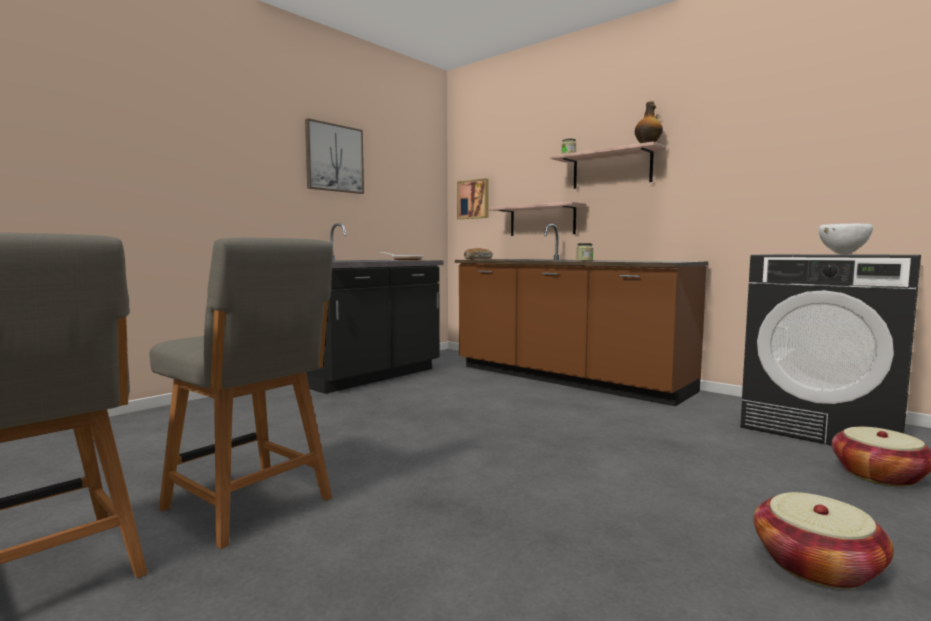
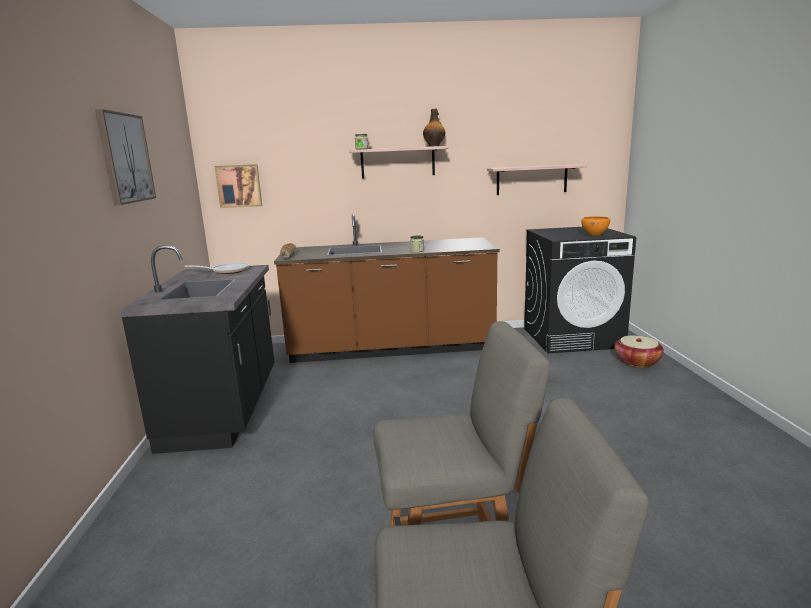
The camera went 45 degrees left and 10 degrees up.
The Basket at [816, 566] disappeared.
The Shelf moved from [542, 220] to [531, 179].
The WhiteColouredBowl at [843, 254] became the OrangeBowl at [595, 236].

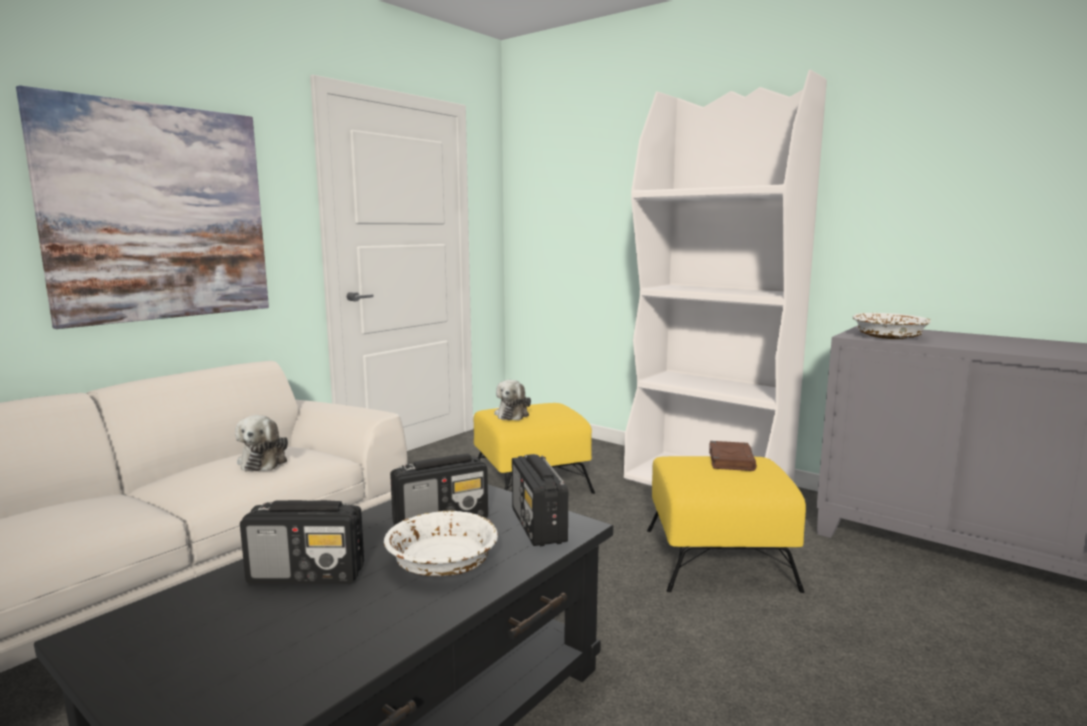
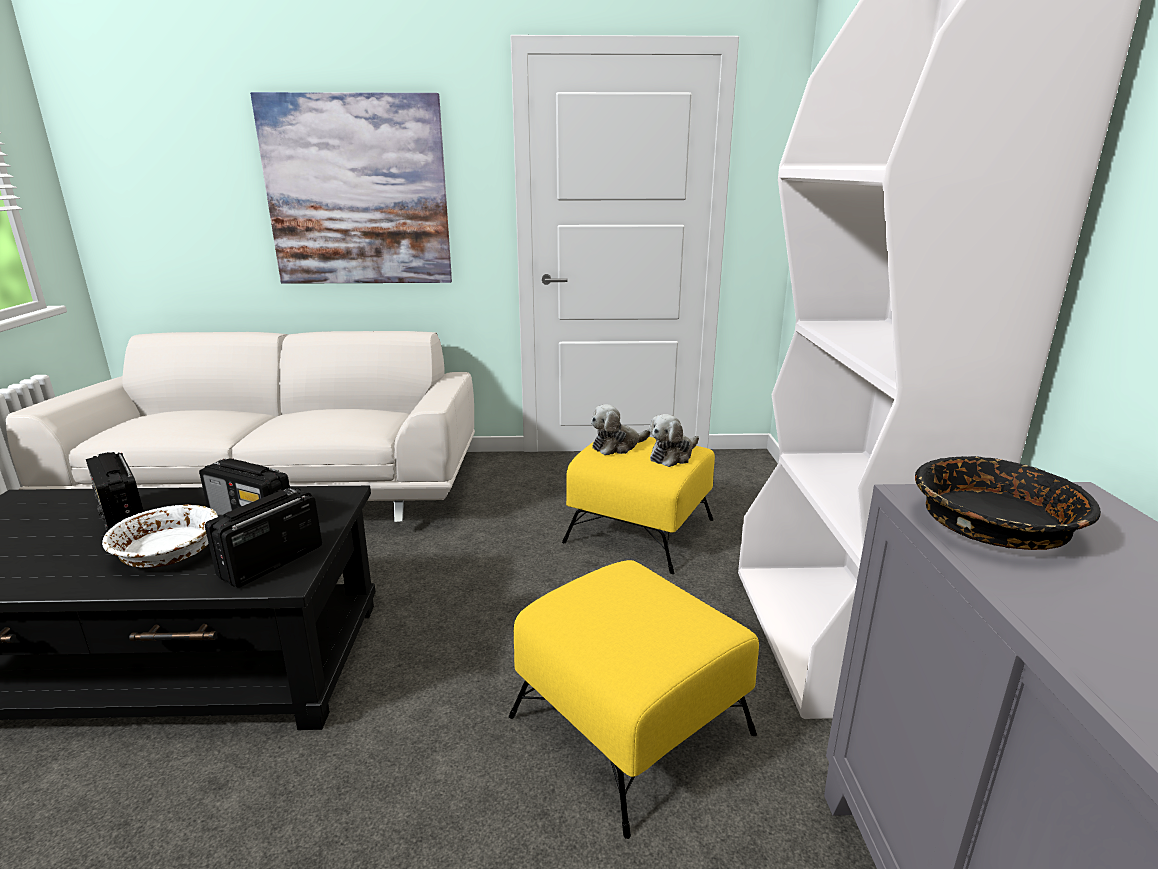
The camera went 50 degrees right and 10 degrees up.
The BrownColouredBook at [730, 460] disappeared.
The PlushToy moved from [264, 461] to [673, 456].
The WhiteColouredBowl at [888, 336] became the BlackColouredBowl at [992, 526].

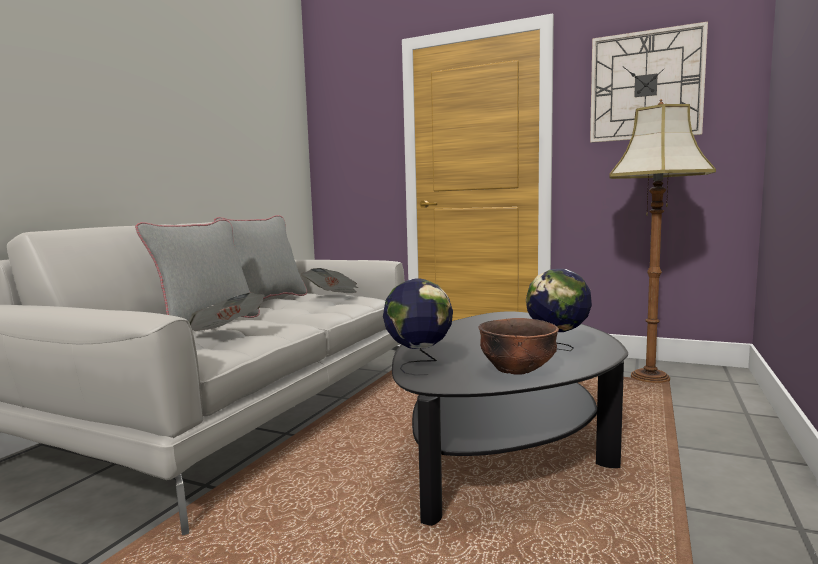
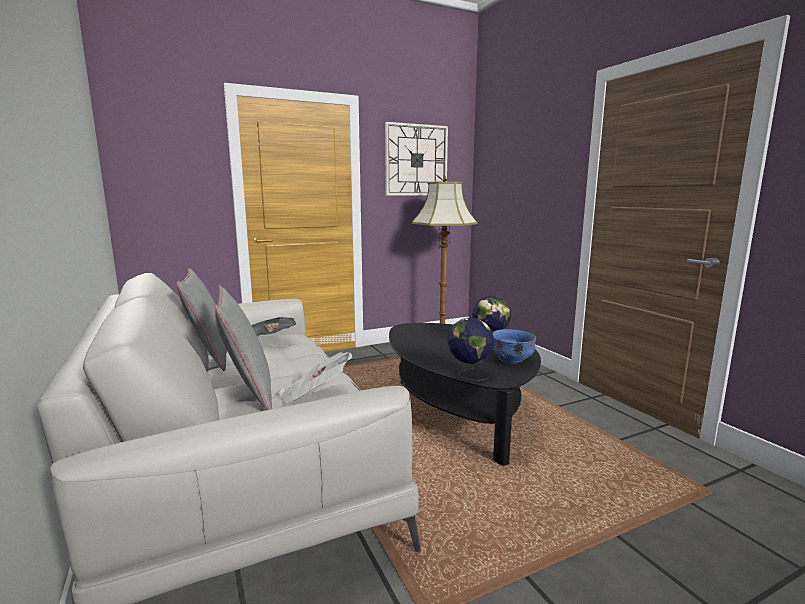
The camera went 50 degrees left and 5 degrees up.
The BrownColouredBowl at [517, 370] became the BlueBowl at [511, 360].

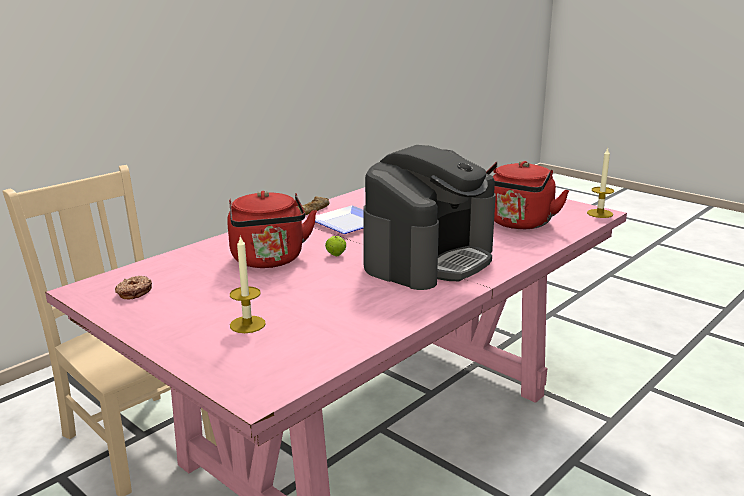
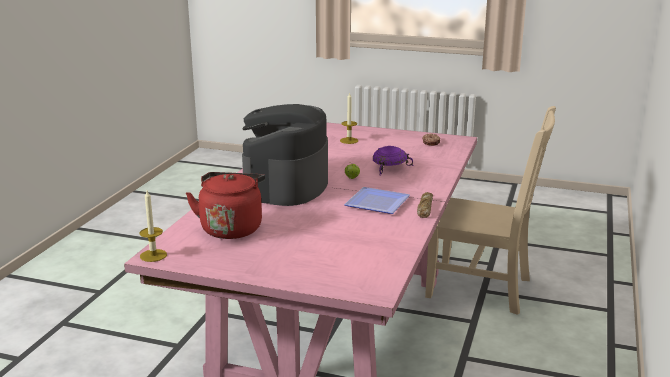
The camera went 155 degrees right and 0 degrees up.
The ReddishWaterKettle at [269, 260] was replaced by the PurpleBowl at [389, 168].

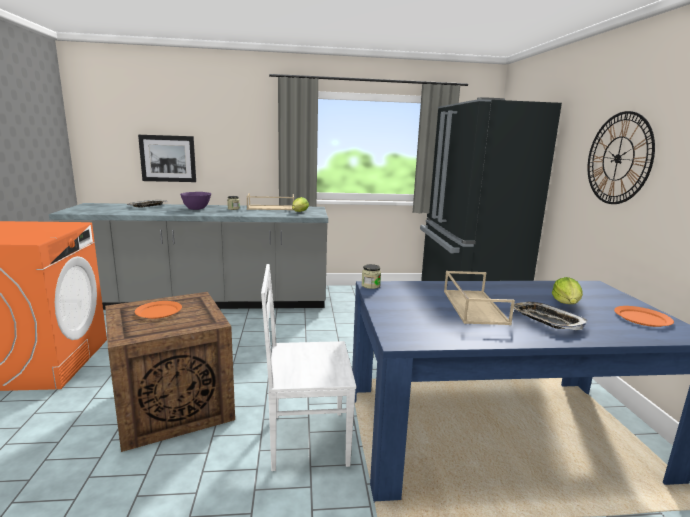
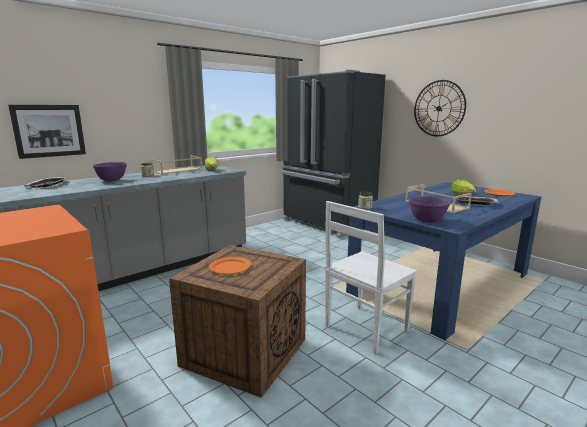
The camera went 35 degrees left and 0 degrees up.
The PurpleBowl at [427, 220] appeared.

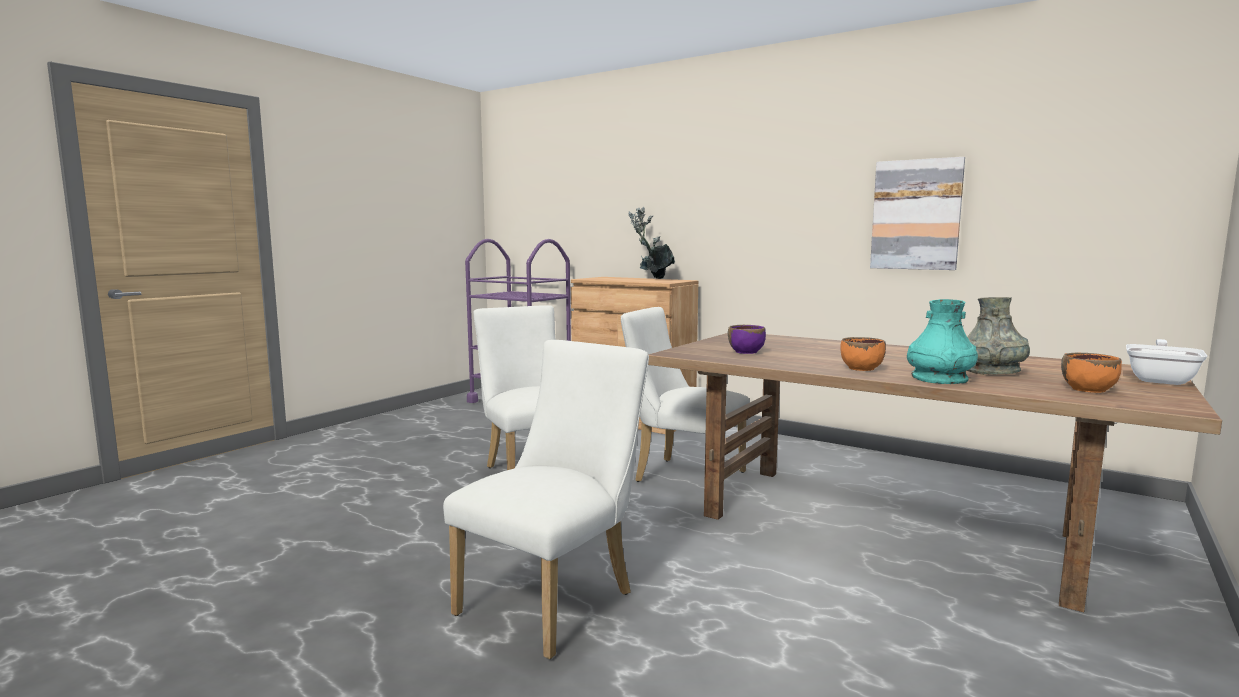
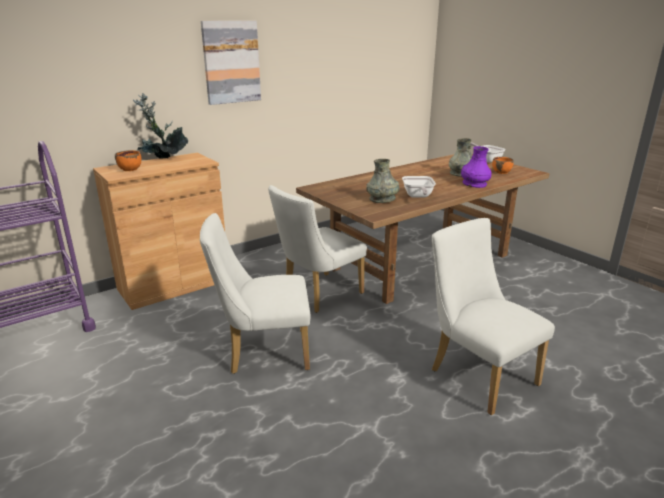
The camera went 70 degrees left and 15 degrees up.
The FryingPan at [417, 196] appeared.
The OrangeBowl moved from [861, 368] to [130, 169].
The Picture moved from [916, 215] to [231, 62].
The PurpleBowl at [746, 352] was replaced by the GreyFlowerVase at [382, 199].
The BlueGreenFlowerVase at [939, 378] became the PurpleFlowerVase at [474, 184].

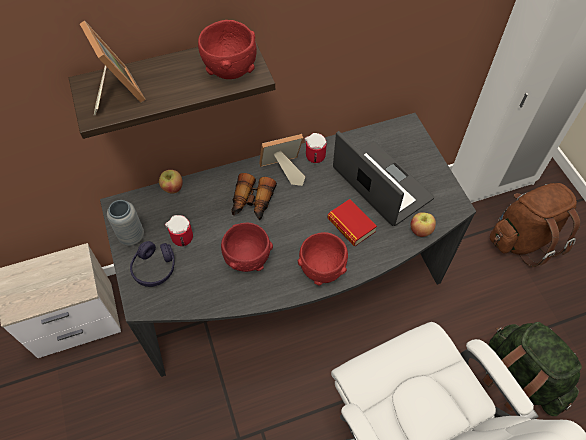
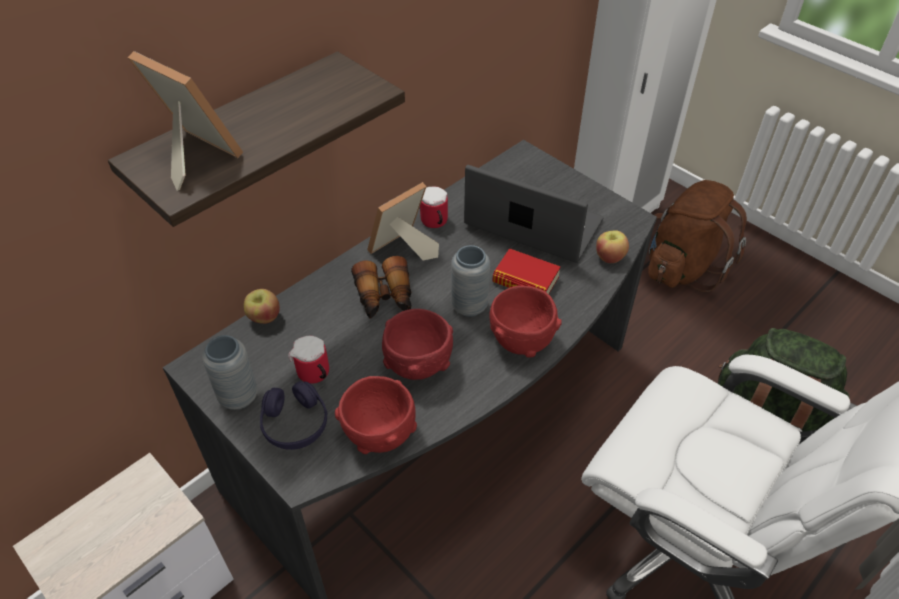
The camera went 25 degrees left and 10 degrees down.
The GreyFlowerVase at [469, 306] appeared.
The ReddishBowl moved from [230, 69] to [380, 434].

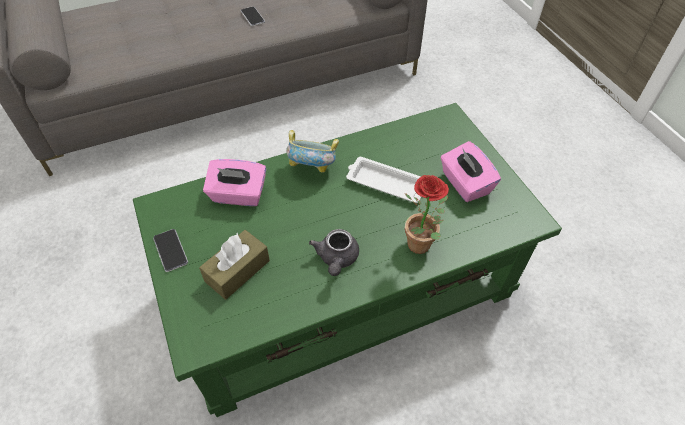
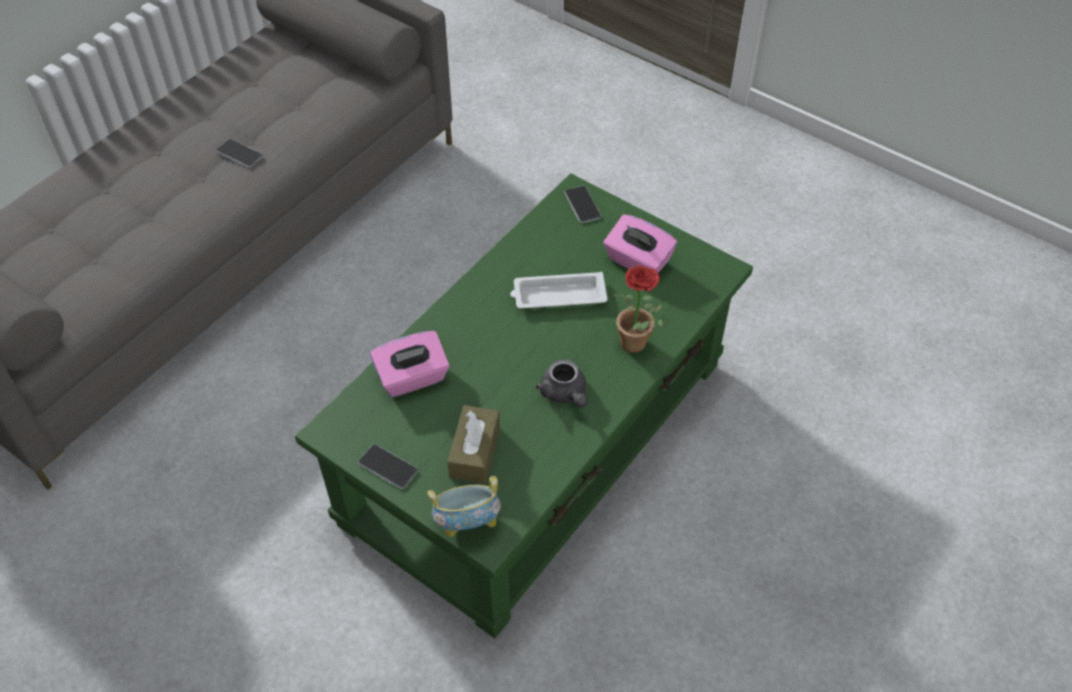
The camera went 30 degrees left and 0 degrees up.
The Handset at [582, 205] appeared.
The Bowl moved from [312, 168] to [467, 522].

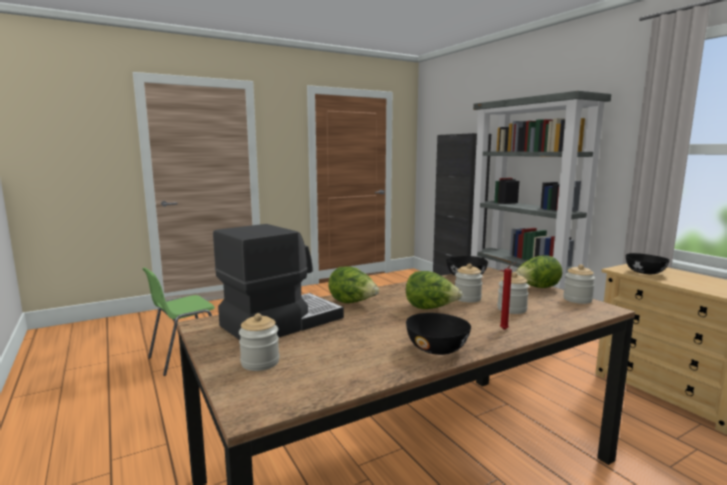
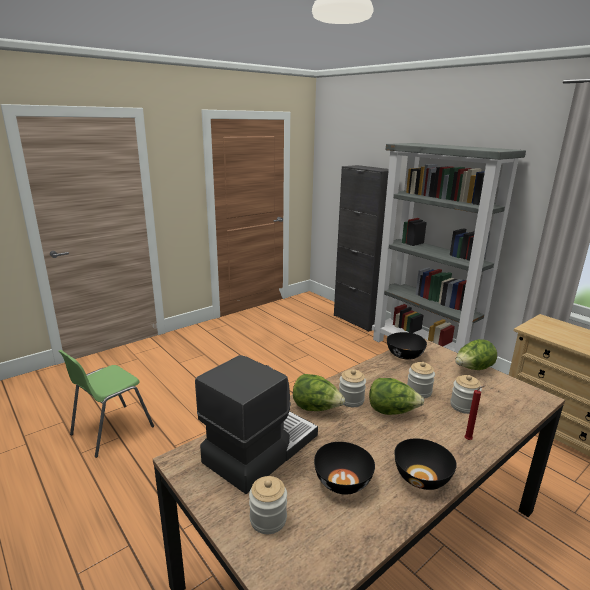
The camera went 10 degrees left and 10 degrees up.
The Jar moved from [577, 299] to [351, 400].
The BlackColouredBowl moved from [644, 272] to [342, 481].

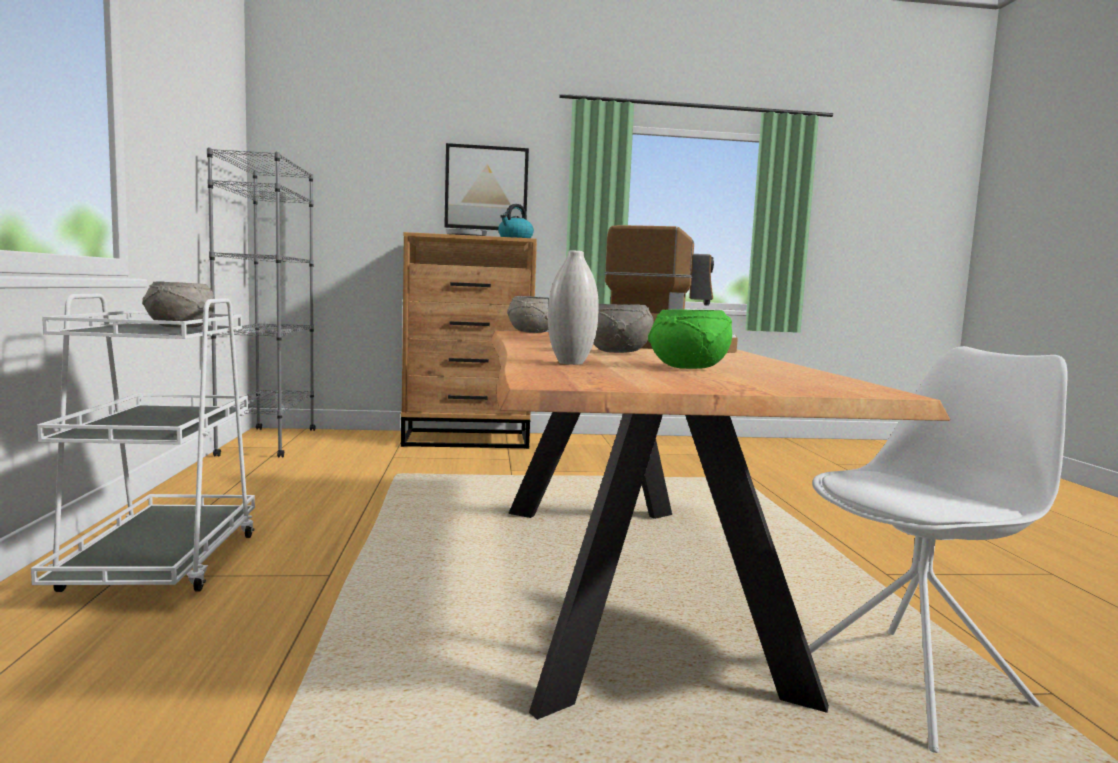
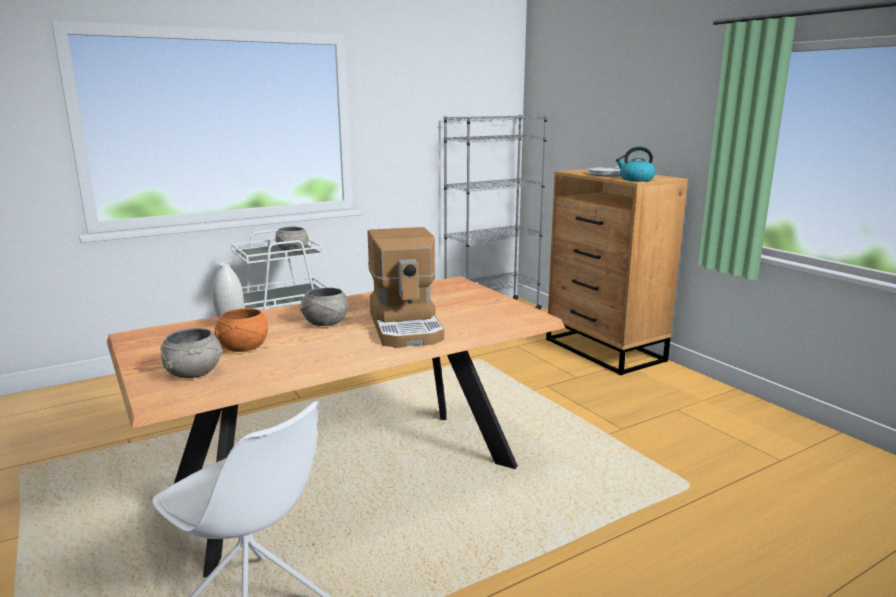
The camera went 65 degrees right and 10 degrees up.
The Picture at [486, 188] disappeared.
The GreyBowl moved from [531, 332] to [194, 373].
The GreenBowl at [689, 368] became the OrangeBowl at [243, 348].

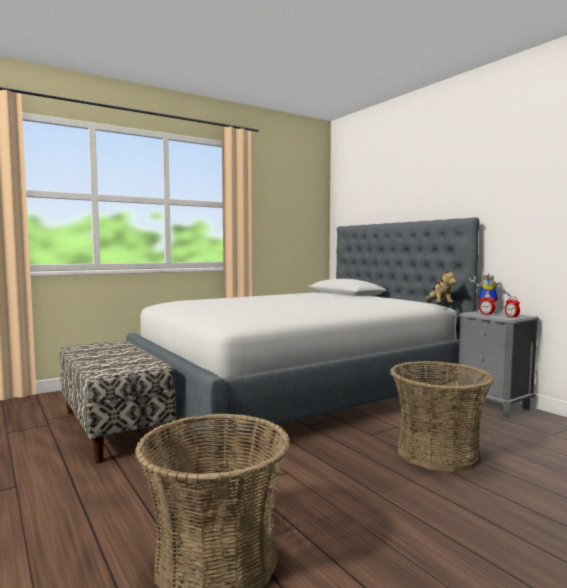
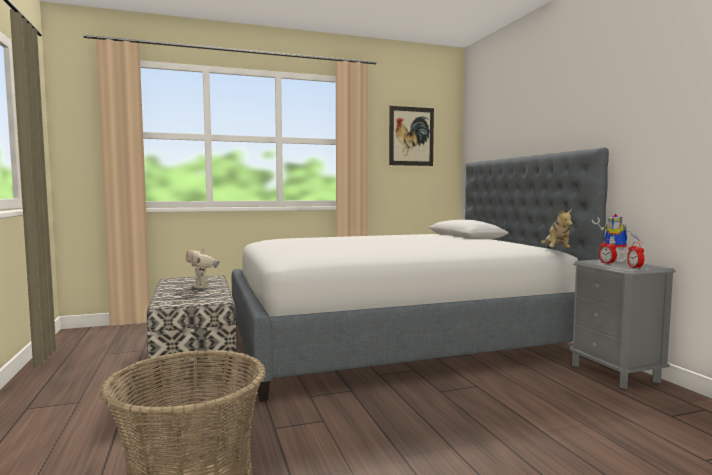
The camera went 15 degrees right and 0 degrees up.
The Basket at [438, 453] disappeared.
The RobotFigure at [202, 287] appeared.
The Picture at [411, 136] appeared.

